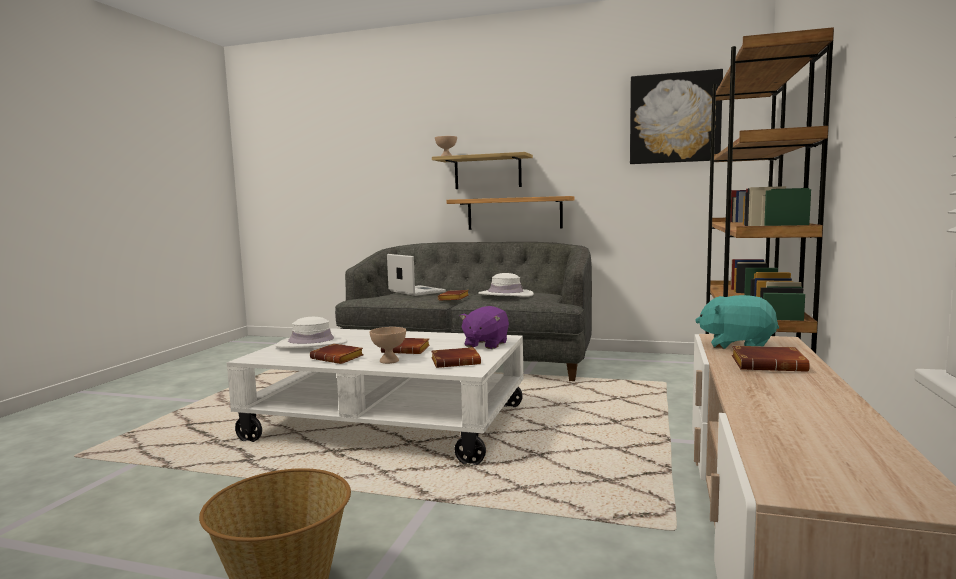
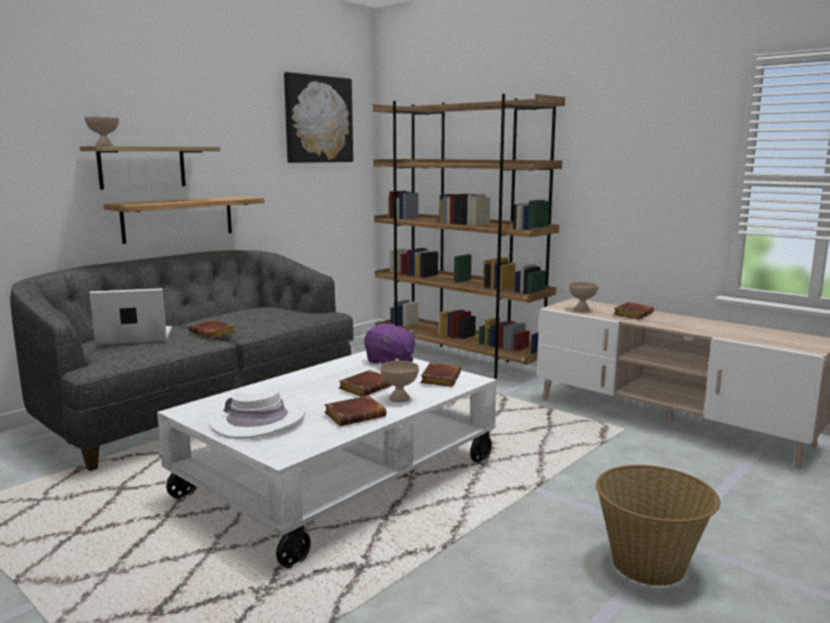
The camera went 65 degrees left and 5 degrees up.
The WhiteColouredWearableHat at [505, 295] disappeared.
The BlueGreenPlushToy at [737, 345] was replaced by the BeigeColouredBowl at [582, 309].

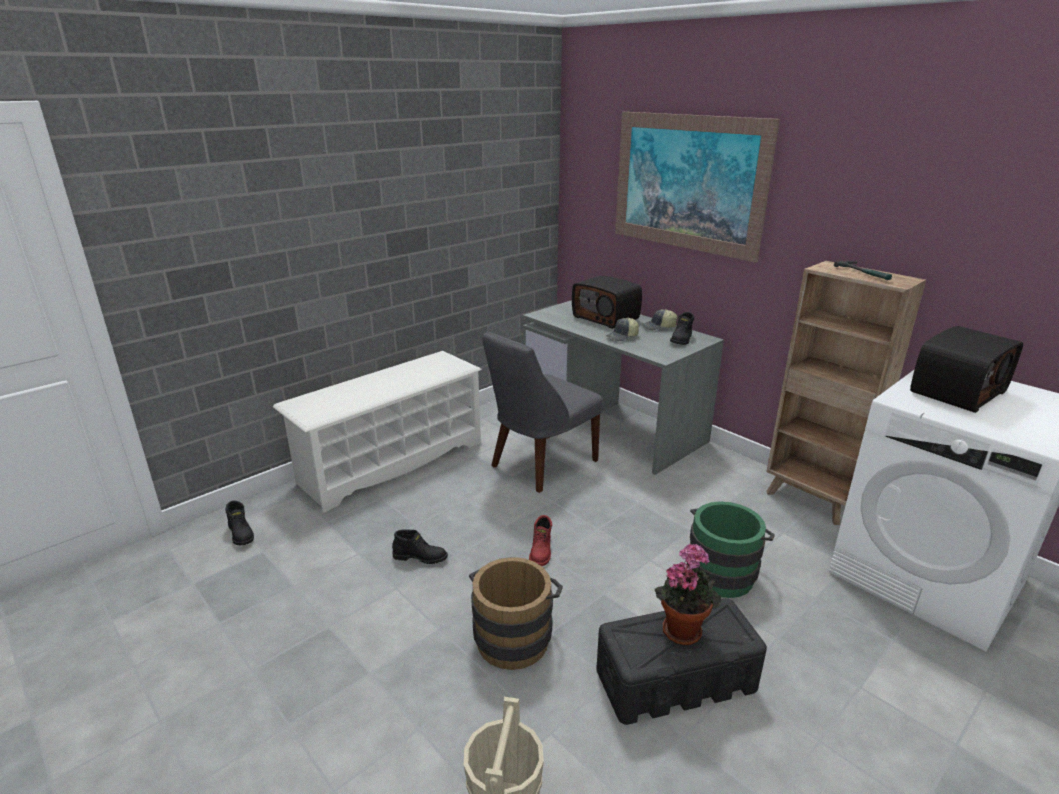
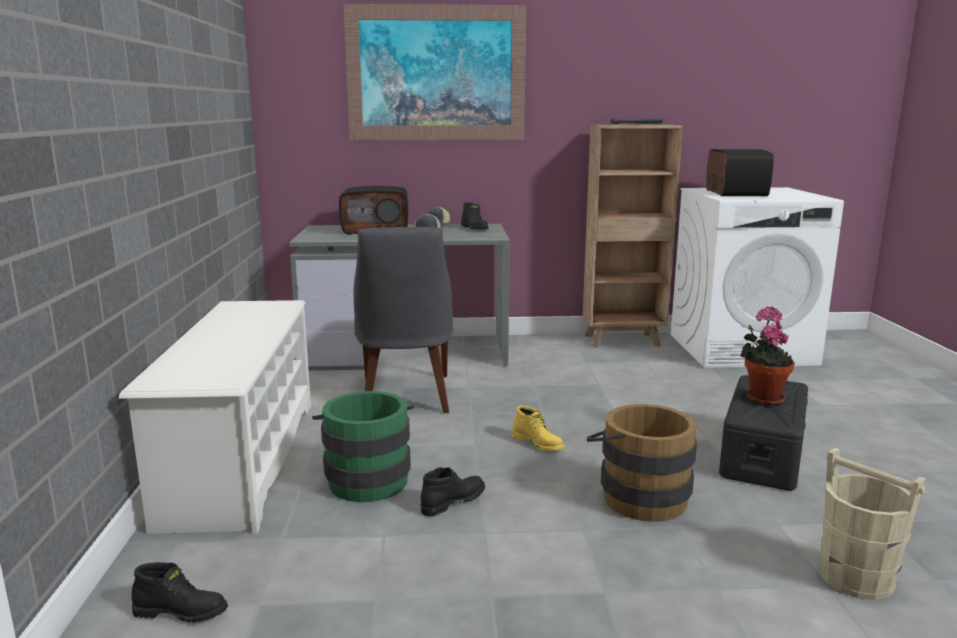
The camera went 50 degrees left and 10 degrees down.
The GreenWaterBucket moved from [723, 571] to [367, 478].
The ReddishHighTopBoot at [541, 552] became the YellowHighTopBoot at [538, 443].

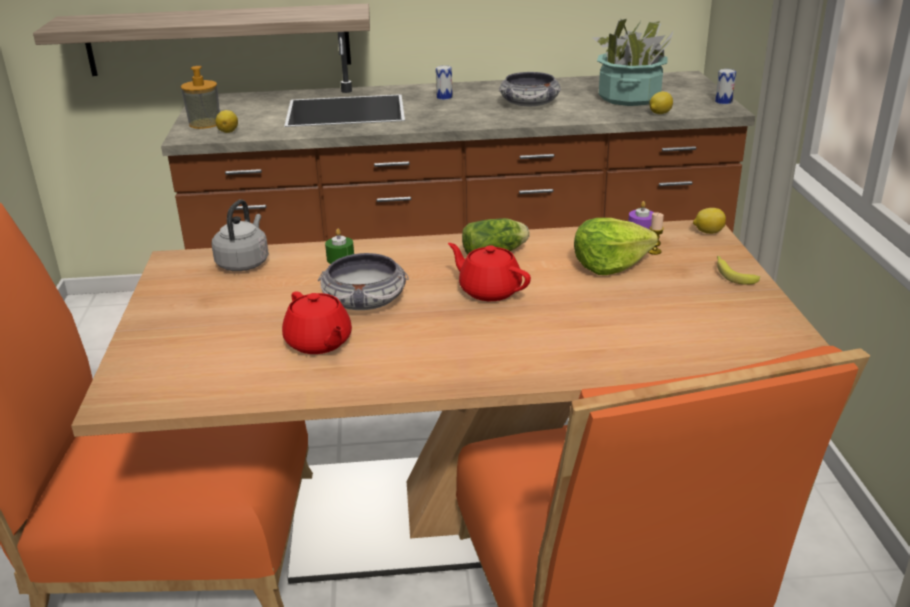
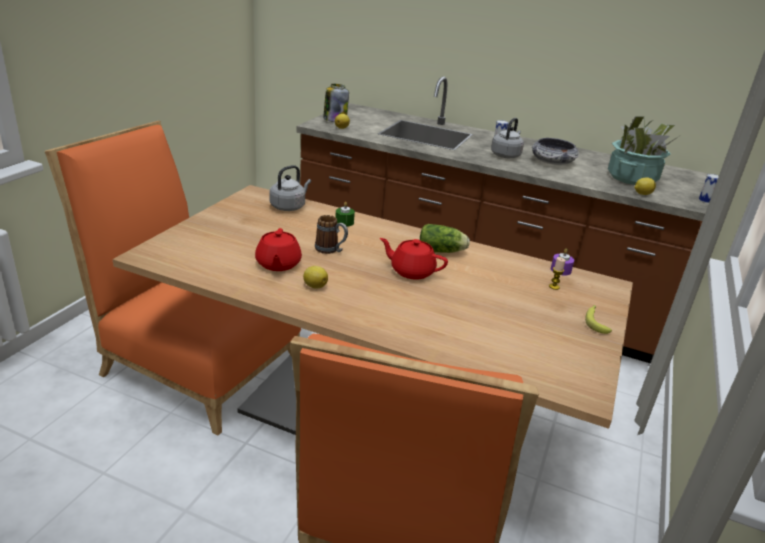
The camera went 25 degrees right and 0 degrees up.
The Shelf at [218, 40] disappeared.
The Lettuce at [609, 265] disappeared.
The GreyWaterKettle at [506, 155] appeared.
The Lemon moved from [708, 232] to [314, 286].
The LiquidSoapBottle at [205, 123] was replaced by the Jar at [334, 120].
The Bowl at [365, 300] was replaced by the CoffeeMug at [331, 250].
The ReddishTeapot at [489, 290] turned 45 degrees counterclockwise.

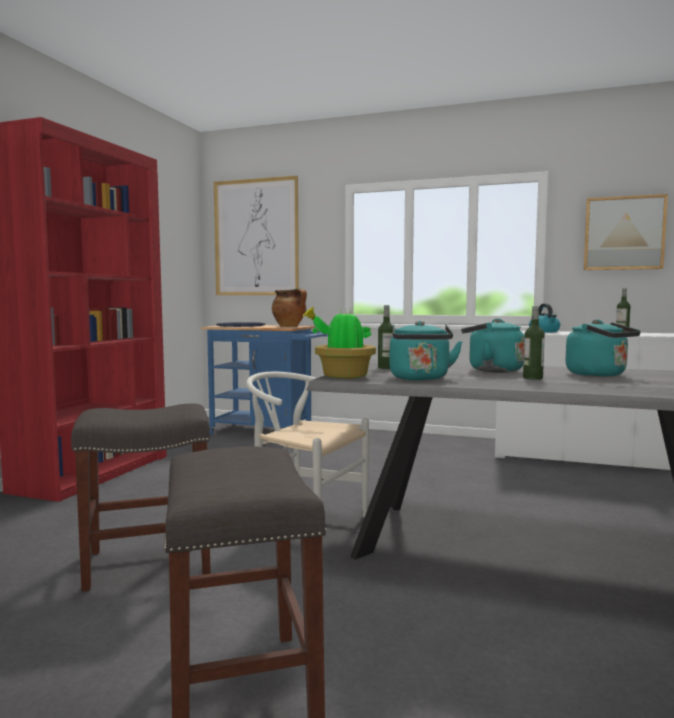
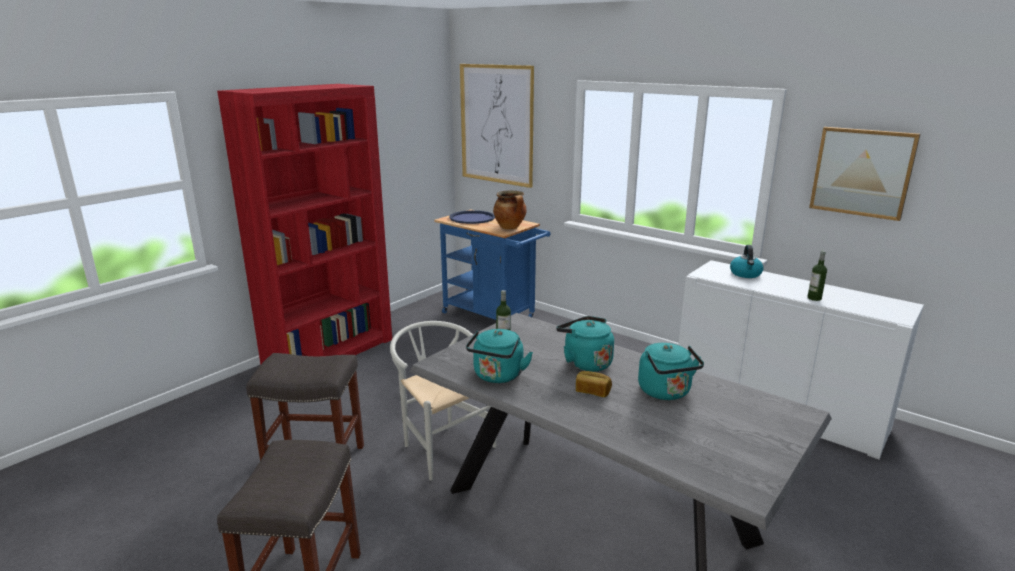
The camera went 20 degrees right and 15 degrees up.
The PottedPlant at [342, 376] disappeared.
The BeverageBottle at [532, 378] was replaced by the BakedBread at [592, 391].

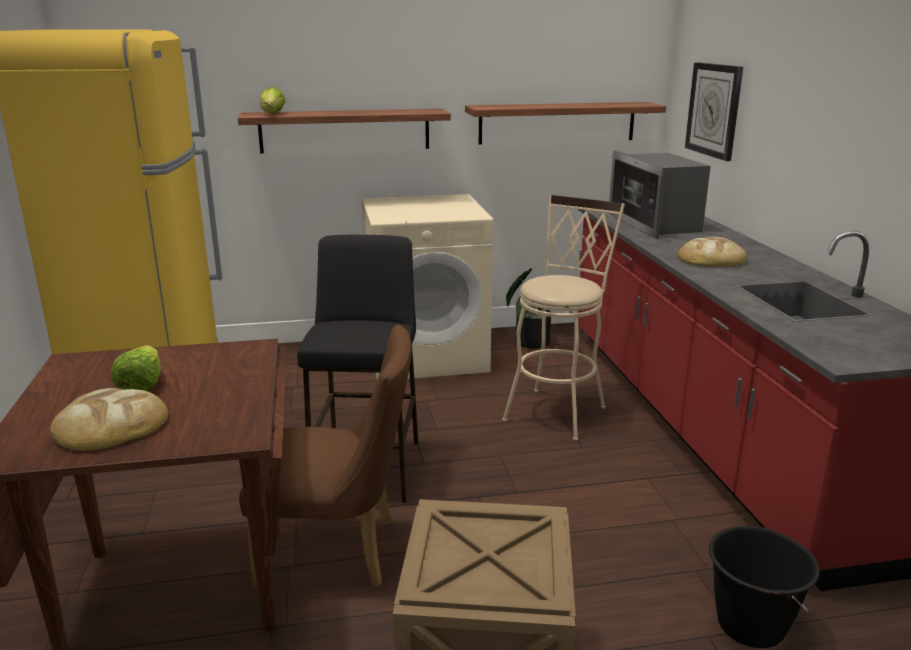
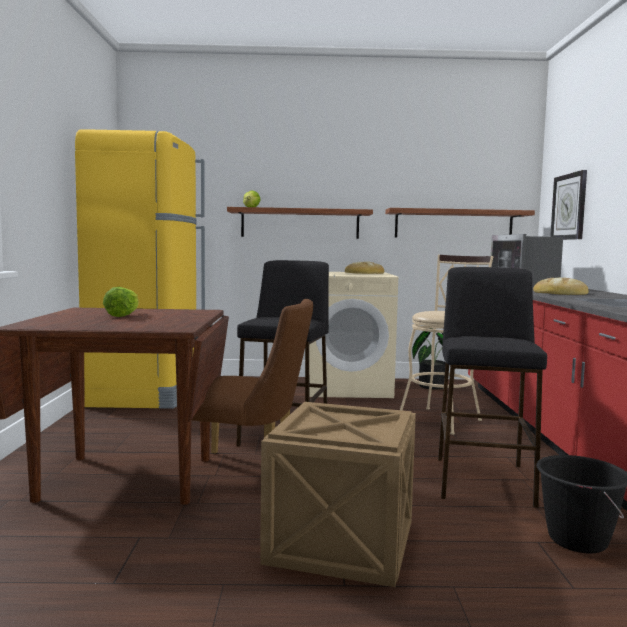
The camera went 10 degrees right and 15 degrees down.
The BlackColouredStool at [483, 480] appeared.
The BakedBread moved from [110, 426] to [363, 273].

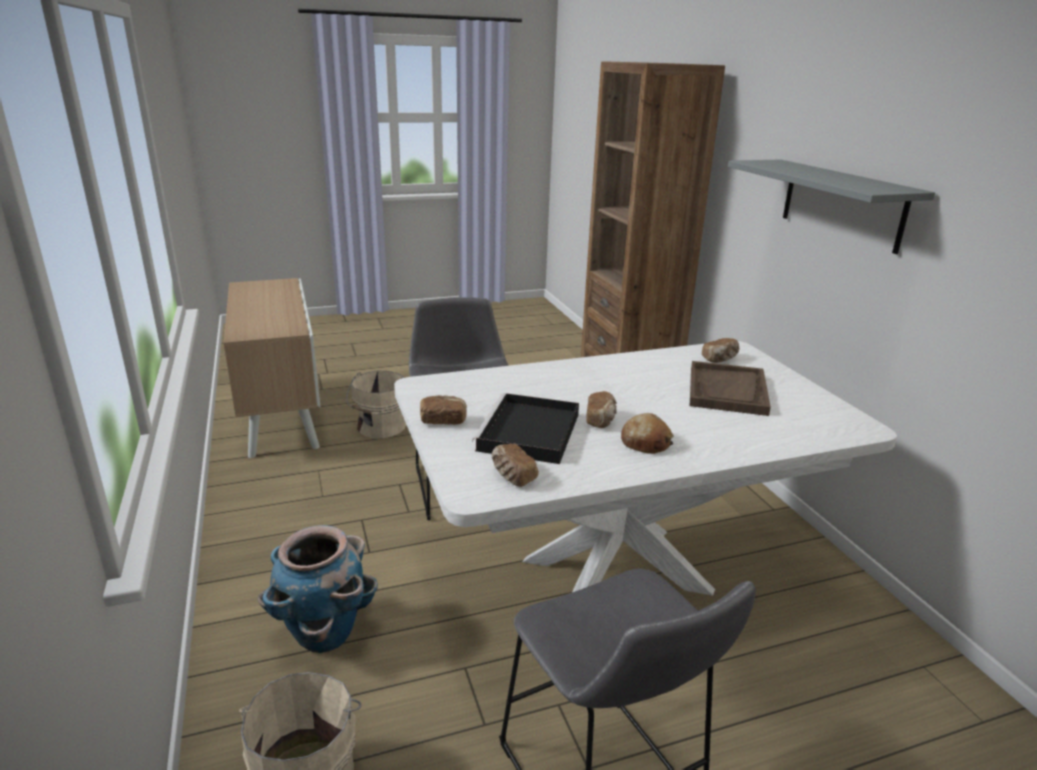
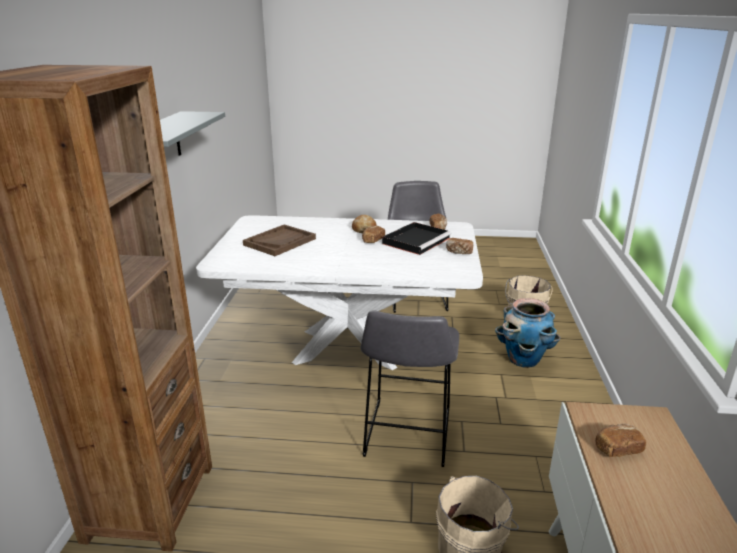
The camera went 155 degrees left and 0 degrees up.
The BakedBread moved from [720, 359] to [617, 449].

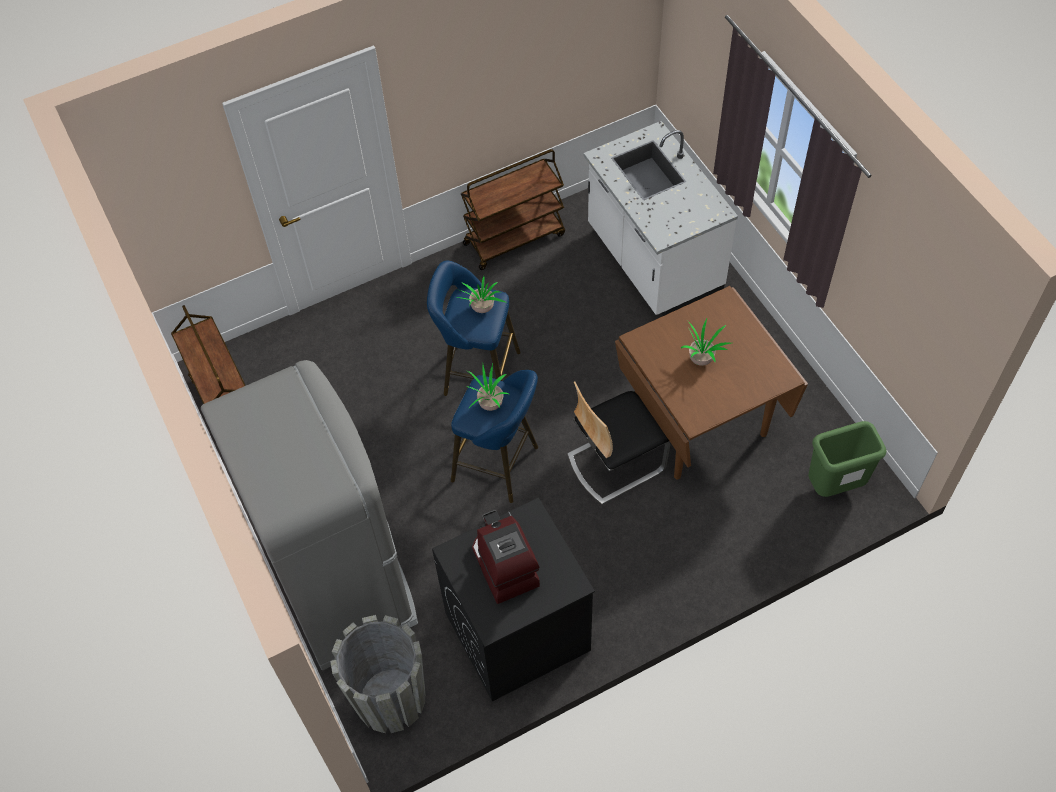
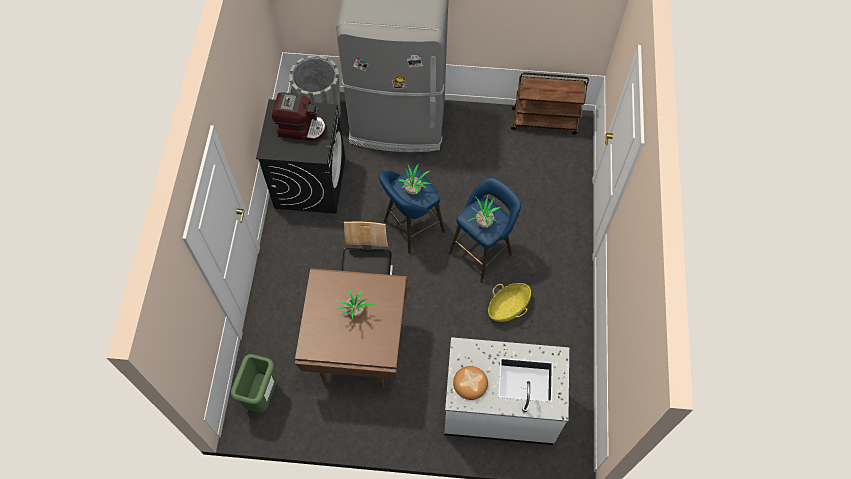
The camera went 120 degrees right and 5 degrees up.
The BrownColouredCart at [514, 238] disappeared.
The BakedBread at [470, 383] appeared.
The Basket at [508, 307] appeared.

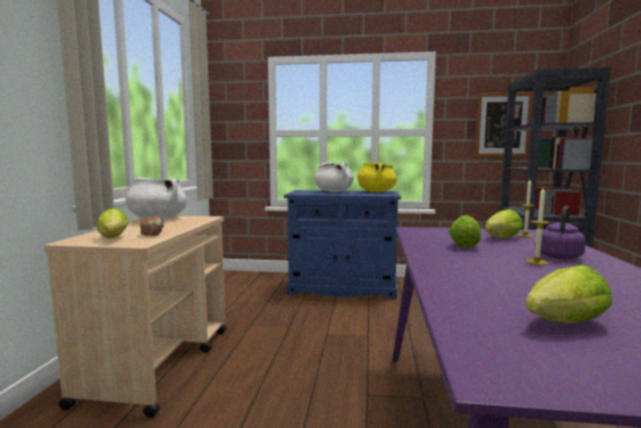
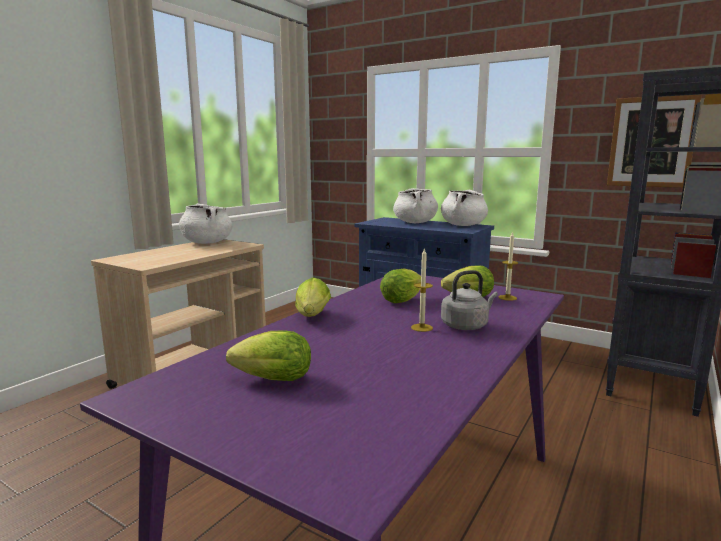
The camera went 25 degrees right and 5 degrees up.
The BakedBread at [153, 234] disappeared.
The Lettuce moved from [113, 239] to [312, 317].
The YellowSaucepot at [376, 192] became the WhiteColouredSaucepot at [463, 225].
The PurpleWaterKettle at [559, 256] became the GreyWaterKettle at [466, 326].

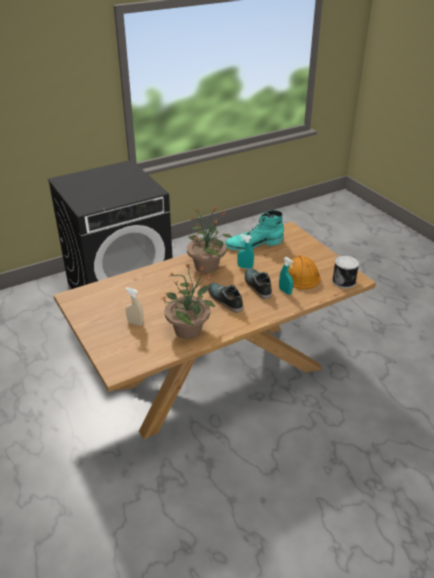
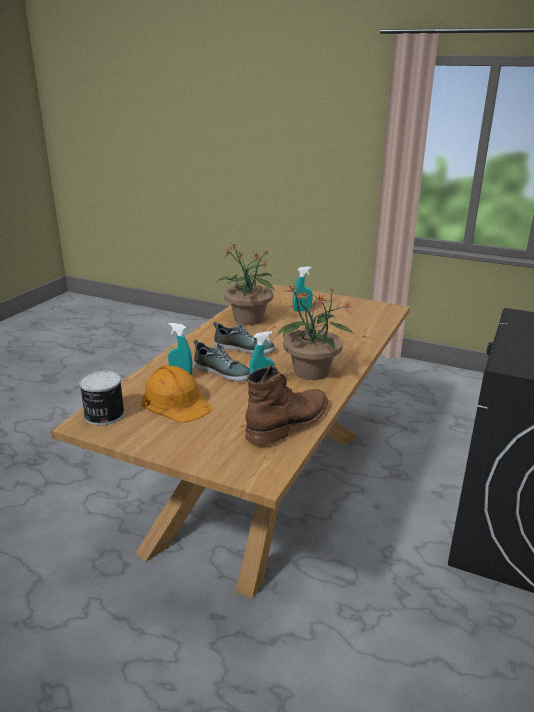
The camera went 145 degrees right and 10 degrees down.
The BeigeColouredSprayBottle at [135, 323] became the BlueGreenSprayBottle at [302, 310].
The BlueGreenHighTopBoot at [254, 244] became the BrownColouredHighTopBoot at [289, 423].

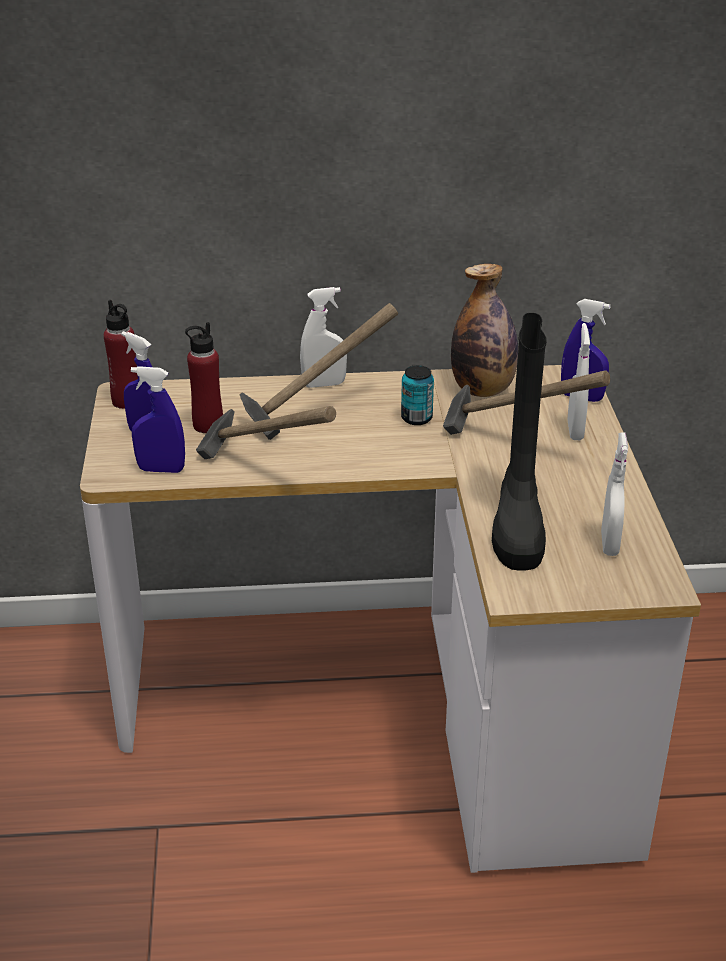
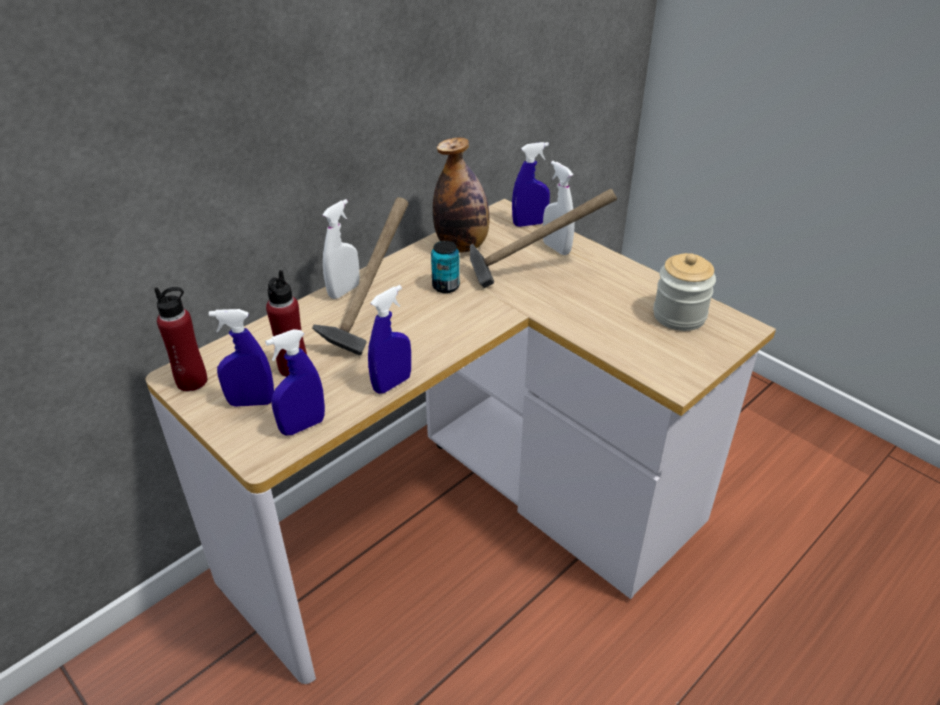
The camera went 40 degrees left and 5 degrees up.
The BlackColouredHighTopBoot at [517, 526] disappeared.
The ToolHammer at [265, 472] was replaced by the BlueSprayBottle at [392, 384].
The WhiteColouredSprayBottle at [609, 544] was replaced by the Jar at [679, 316].

